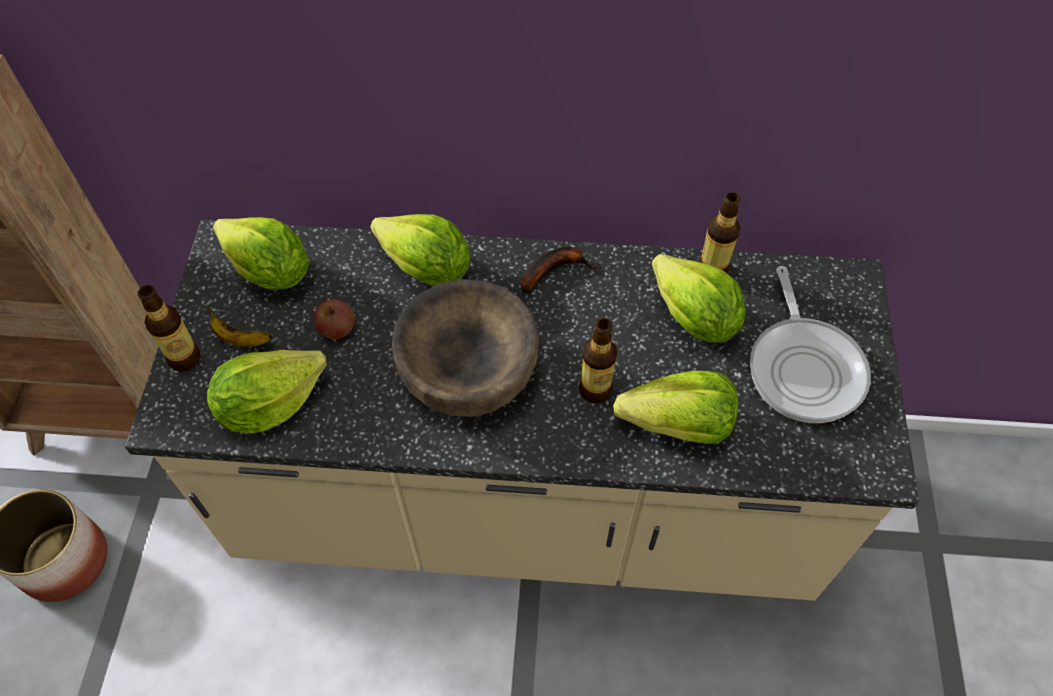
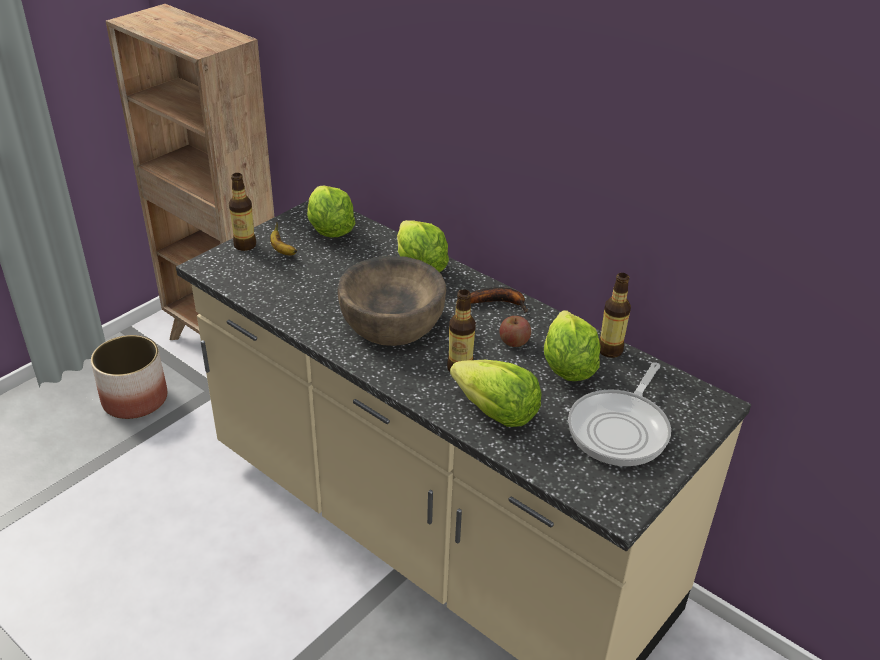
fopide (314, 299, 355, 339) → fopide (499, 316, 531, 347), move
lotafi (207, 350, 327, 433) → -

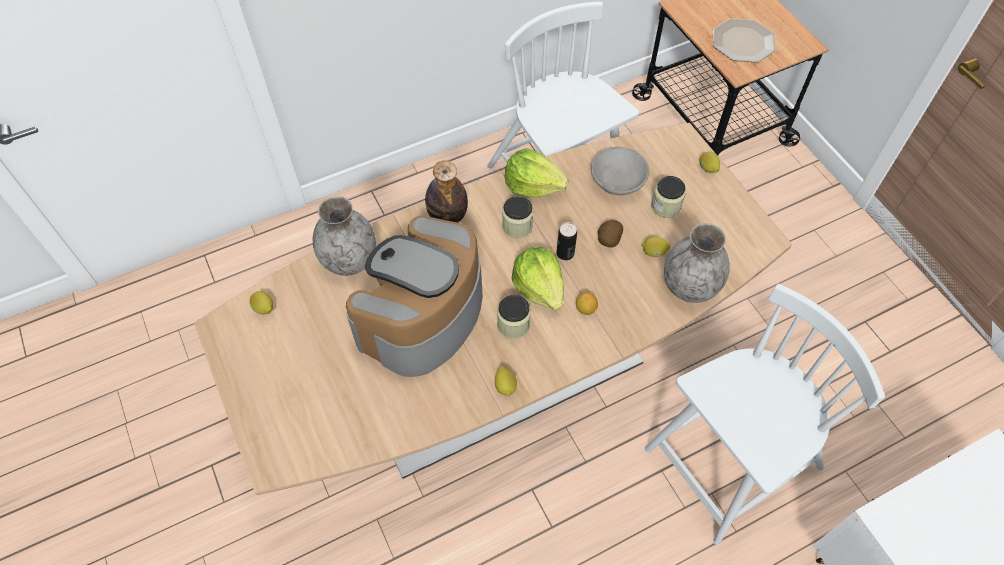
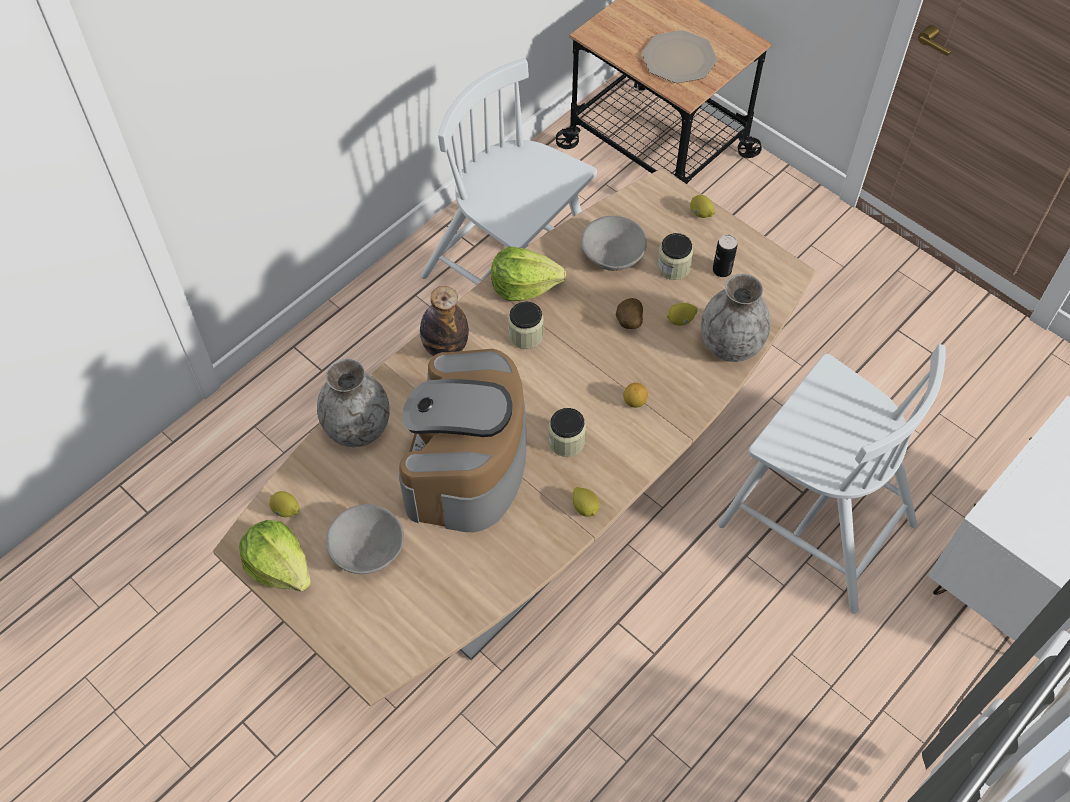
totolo (557, 222, 577, 260) → totolo (713, 235, 737, 277), move
lotafi (512, 247, 564, 311) → lotafi (239, 520, 311, 592), move
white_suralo (645, 284, 885, 545) → white_suralo (718, 344, 946, 614), 90 degrees clockwise
- → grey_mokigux (326, 504, 404, 574)

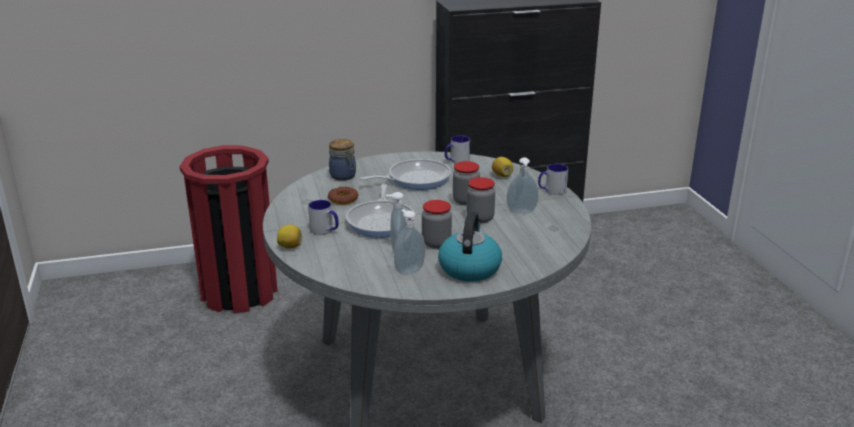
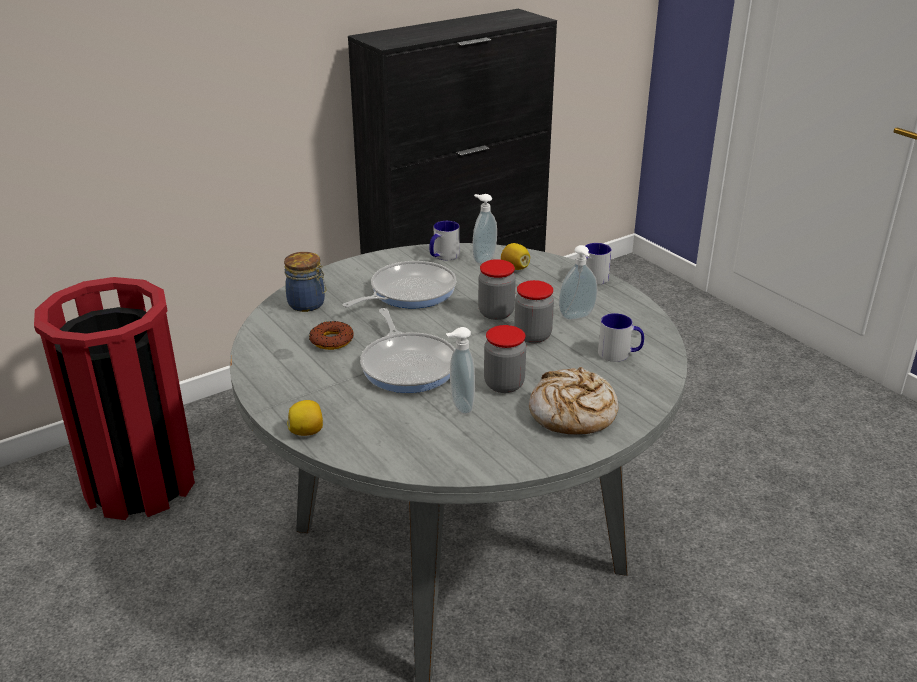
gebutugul (308, 200, 339, 235) → gebutugul (598, 313, 644, 362), move
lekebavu (394, 209, 425, 275) → lekebavu (472, 194, 497, 264), move
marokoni (438, 212, 502, 282) → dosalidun (529, 367, 618, 435)

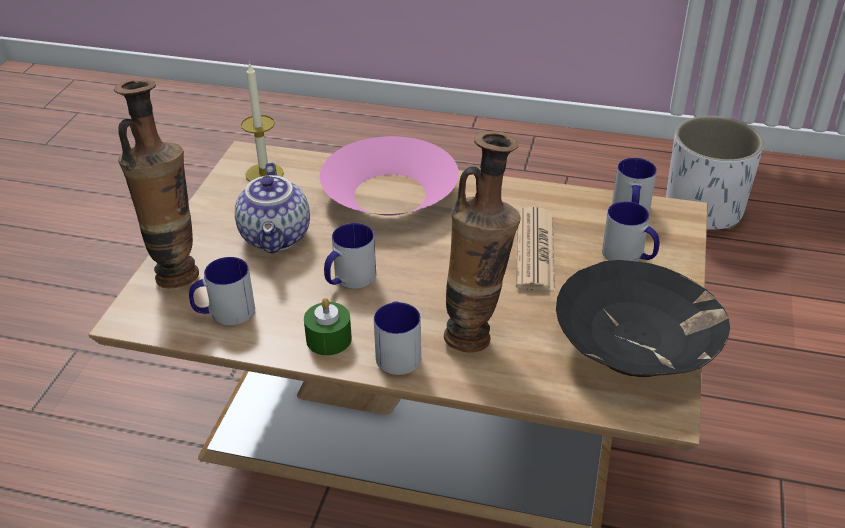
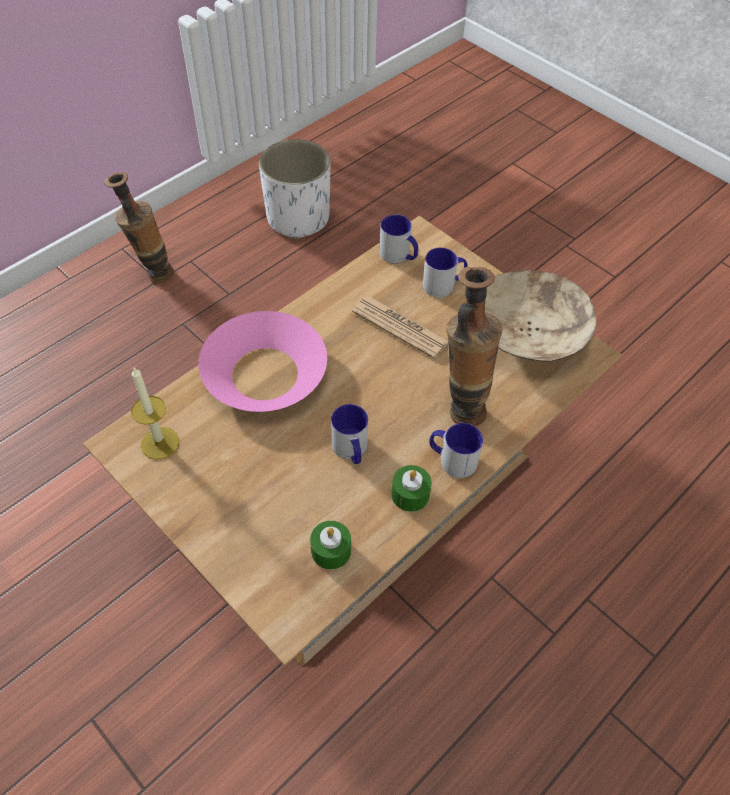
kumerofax (114, 80, 199, 288) → kumerofax (104, 172, 174, 283), move
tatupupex (235, 162, 310, 253) → -
gebutugul (189, 257, 255, 325) → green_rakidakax (310, 521, 351, 570)
black_mokigux (556, 260, 730, 377) → beige_mokigux (485, 270, 596, 362)

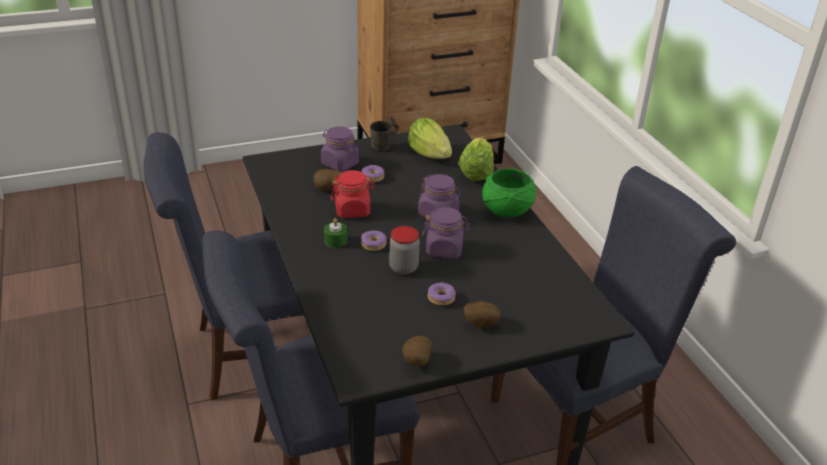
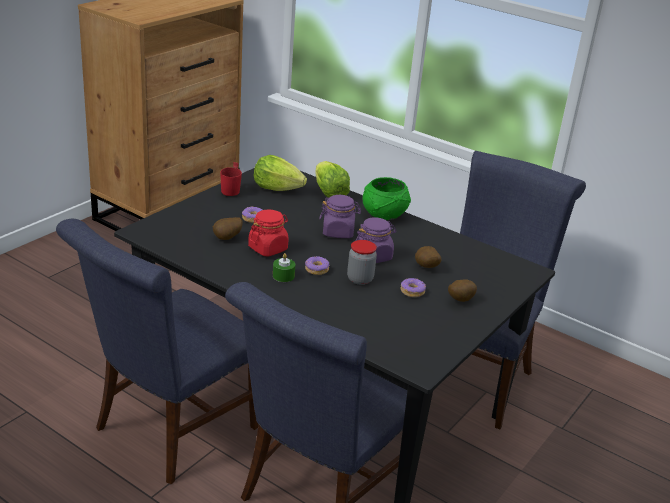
grey_gebutugul (370, 117, 399, 151) → red_gebutugul (220, 162, 242, 196)
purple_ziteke (321, 126, 359, 171) → -
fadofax (402, 336, 432, 366) → fadofax (415, 246, 441, 268), move

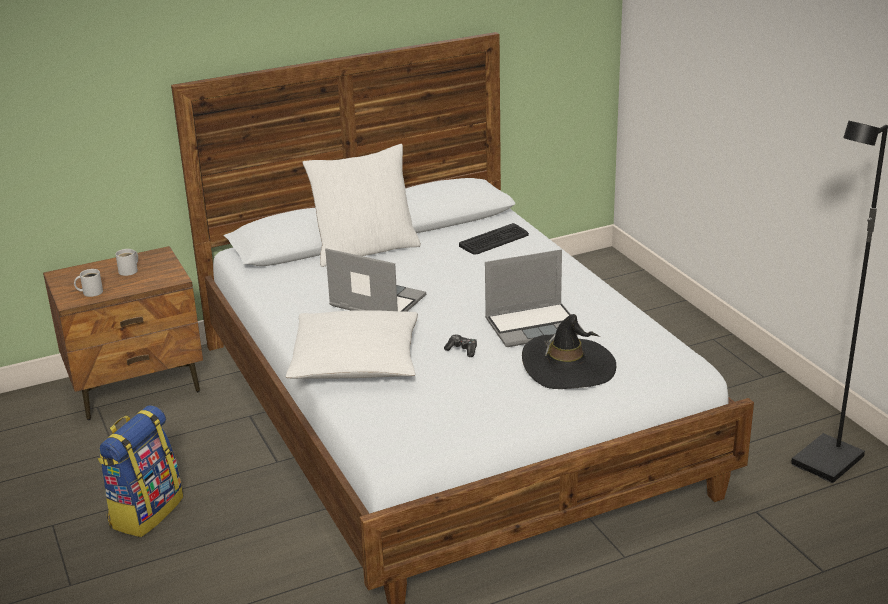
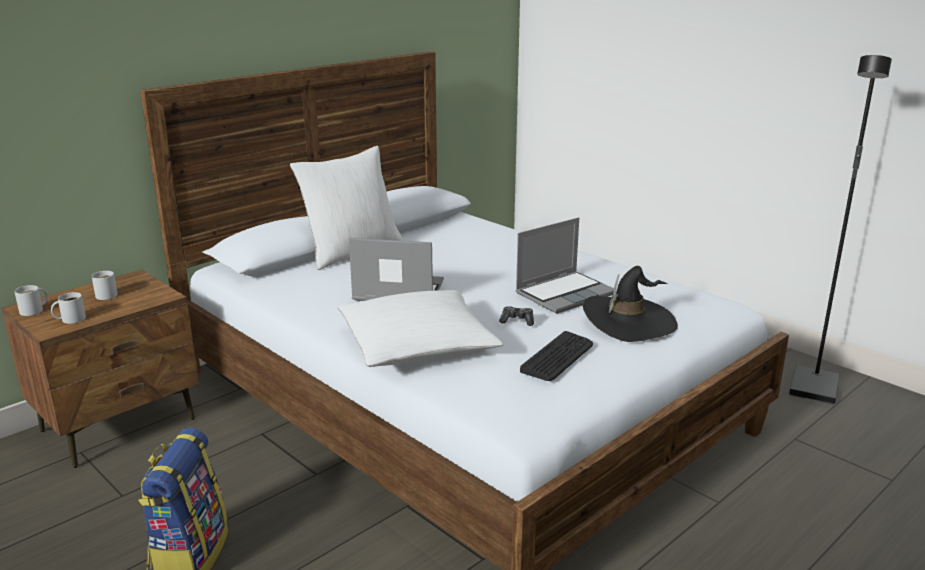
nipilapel (459, 223, 529, 255) → nipilapel (520, 331, 593, 381), move
- → white_gebutugul (14, 285, 48, 316)

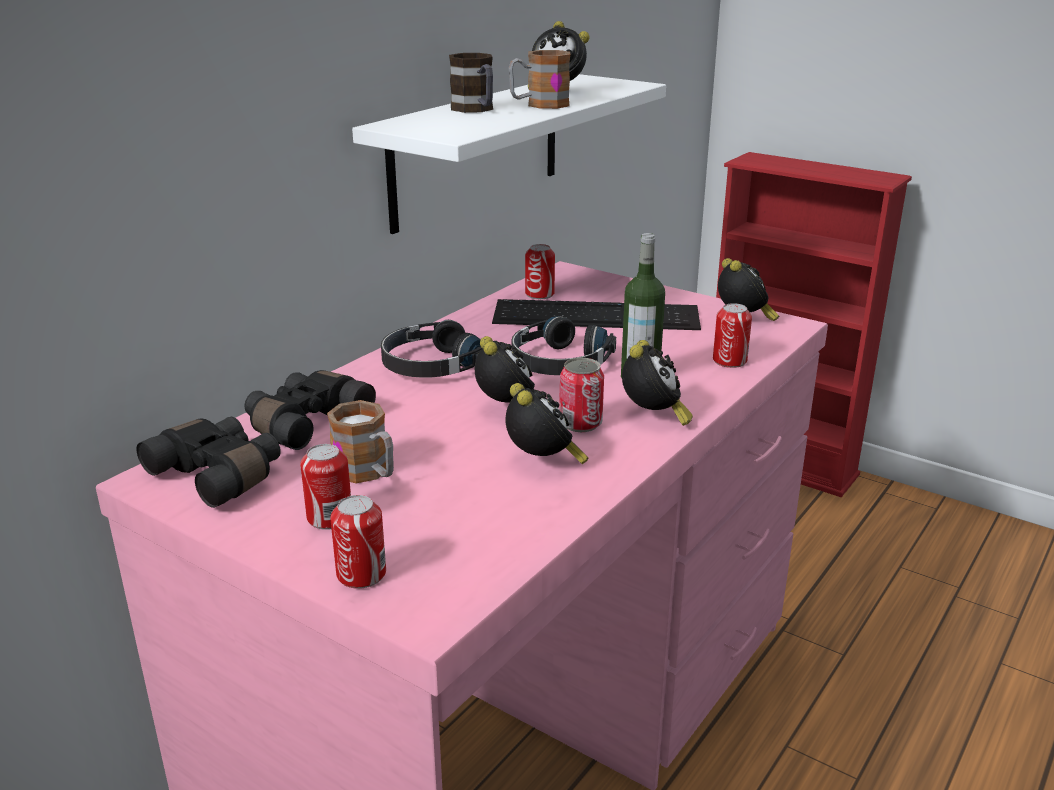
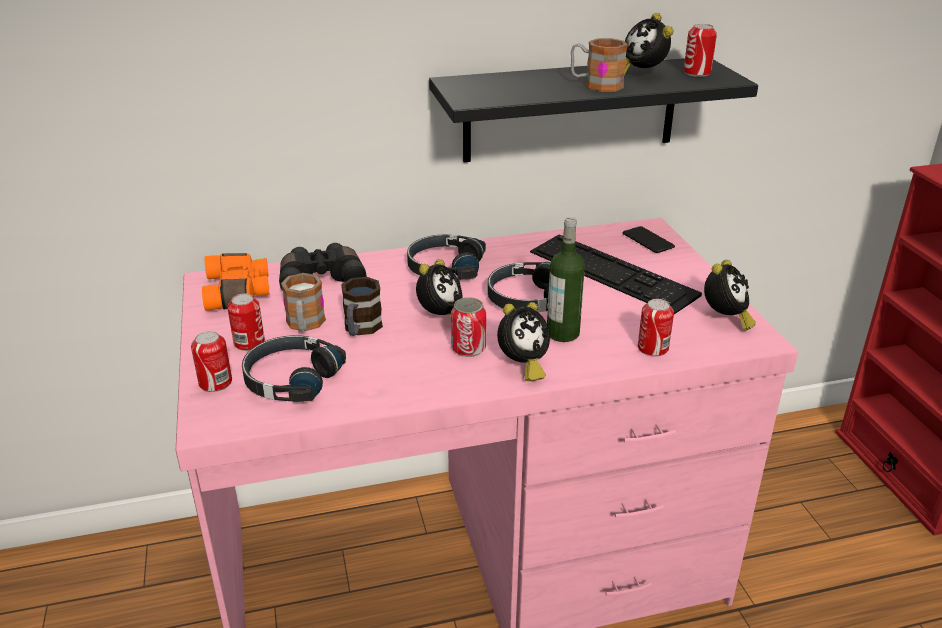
gebutugul (449, 53, 493, 113) → gebutugul (341, 277, 383, 336), move
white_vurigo (352, 74, 666, 234) → black_vurigo (429, 58, 758, 162)
totolo (525, 244, 555, 299) → totolo (684, 24, 717, 77), move
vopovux (505, 383, 589, 464) → -
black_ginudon (137, 417, 281, 508) → orange_ginudon (202, 253, 270, 311)
- → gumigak (623, 226, 675, 253)
- → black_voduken (242, 335, 346, 402)

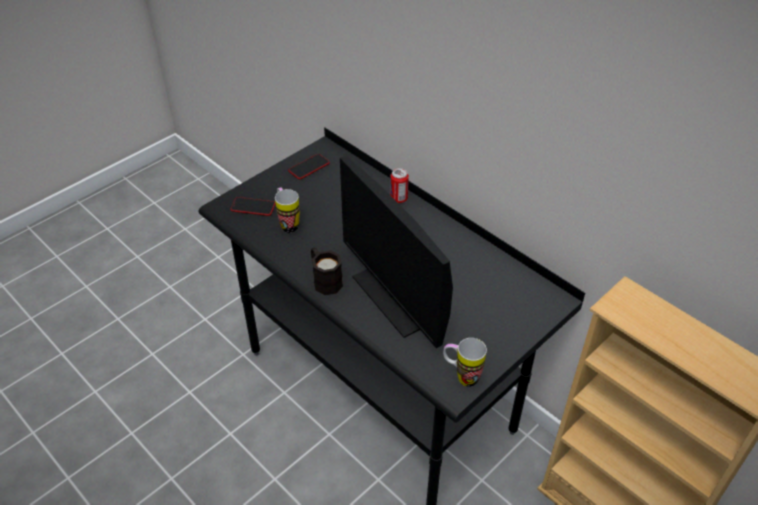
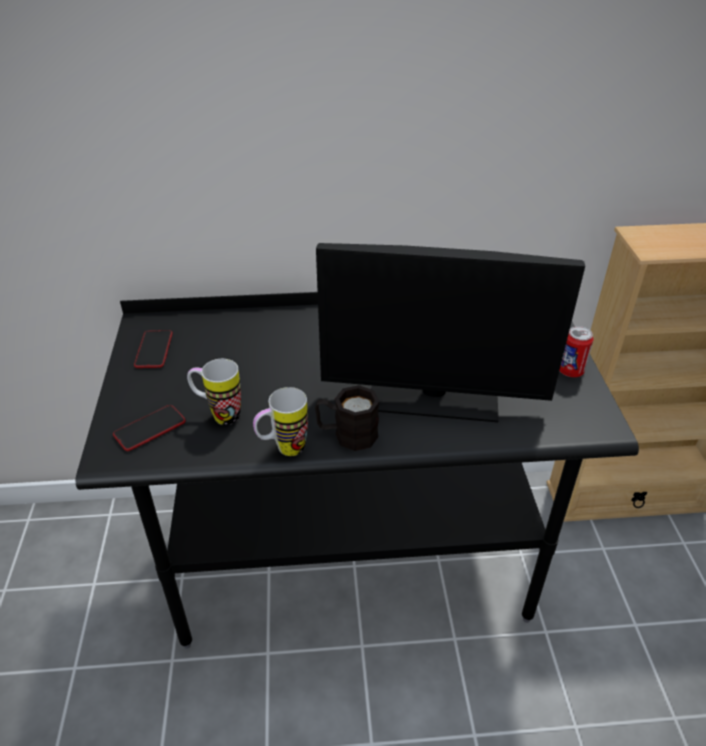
totolo (390, 168, 409, 203) → totolo (559, 326, 594, 377), move
gebutugul (443, 338, 487, 387) → gebutugul (253, 387, 308, 456), move

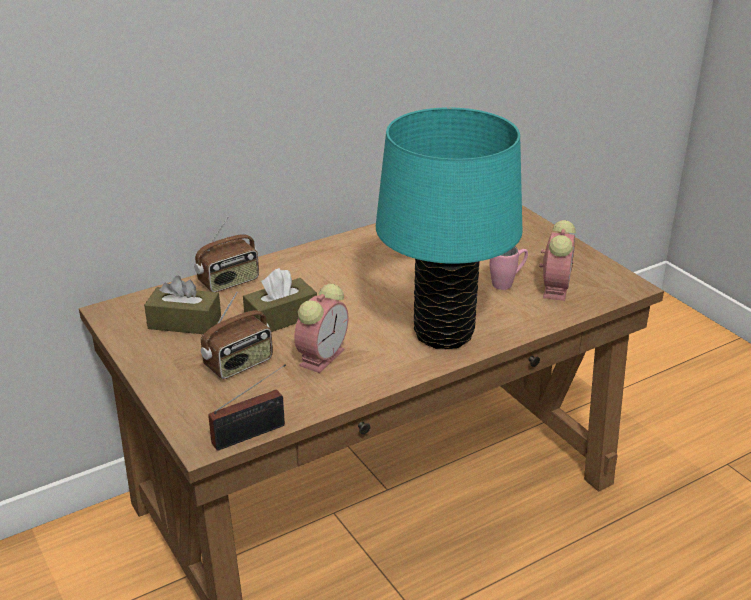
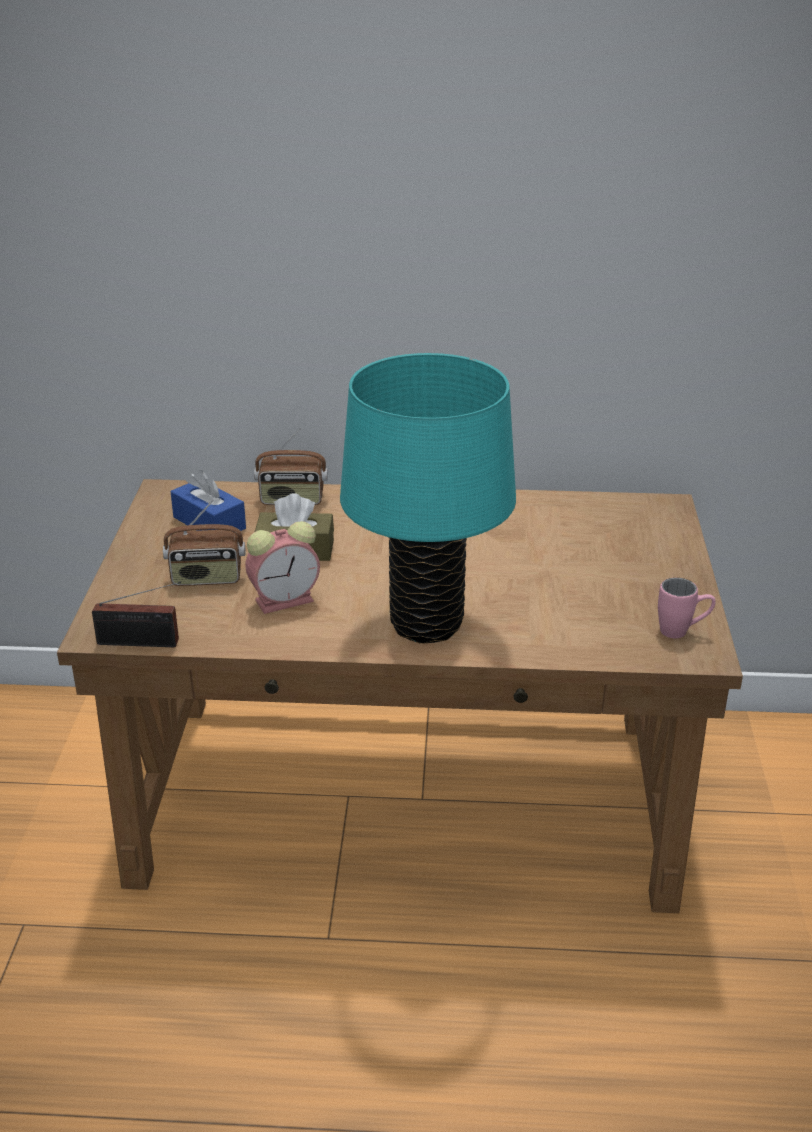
vopovux (539, 220, 576, 301) → -
pink_gebutugul (490, 247, 528, 290) → pink_gebutugul (658, 578, 716, 638), move
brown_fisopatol (144, 276, 221, 334) → blue_fisopatol (171, 470, 246, 531)

